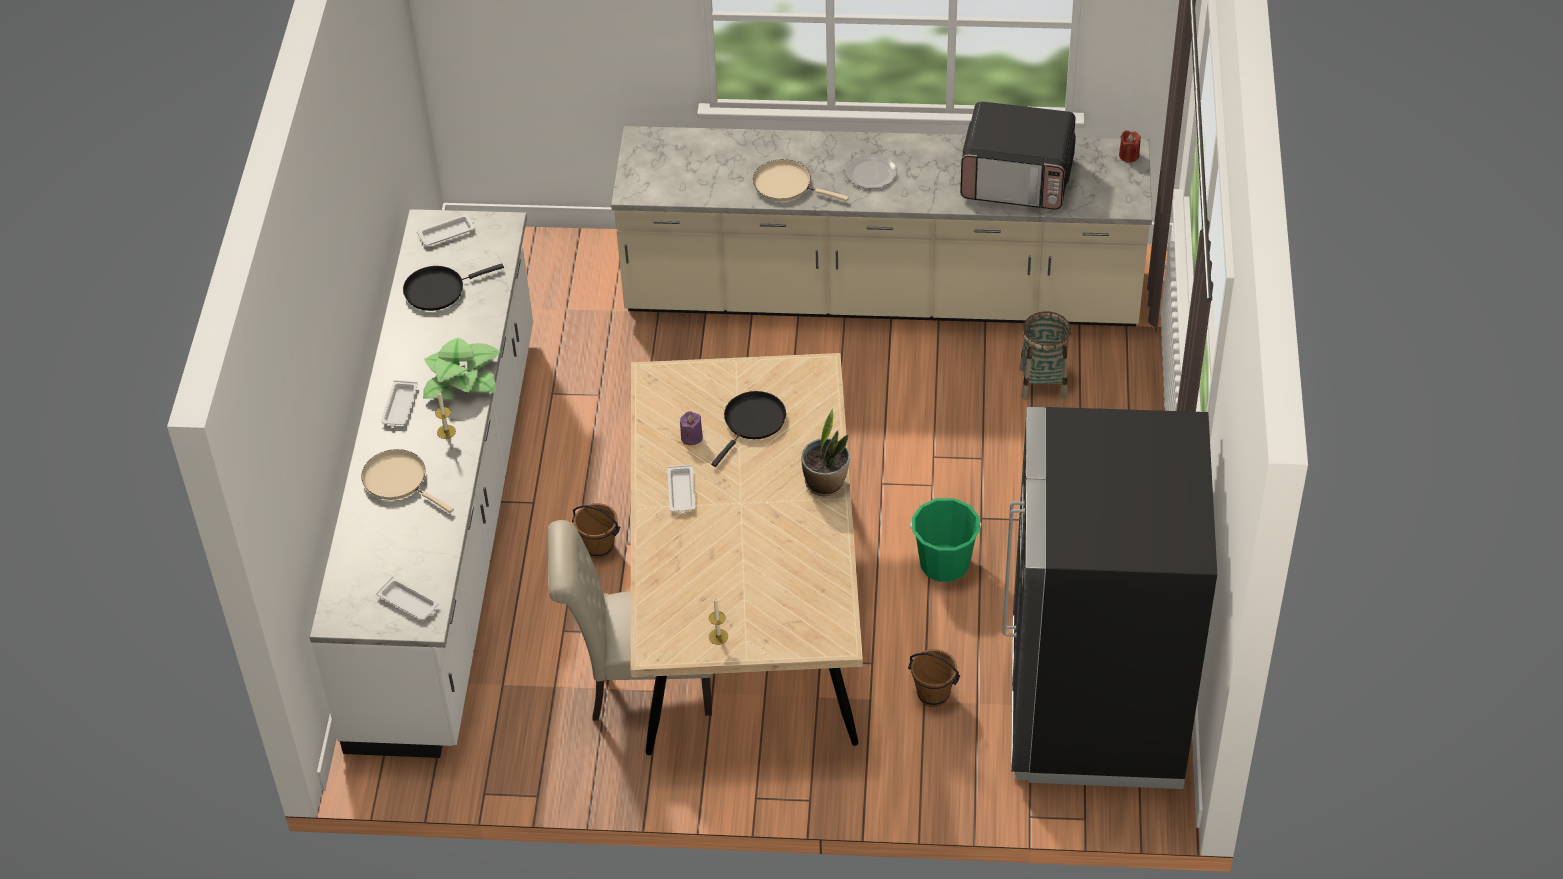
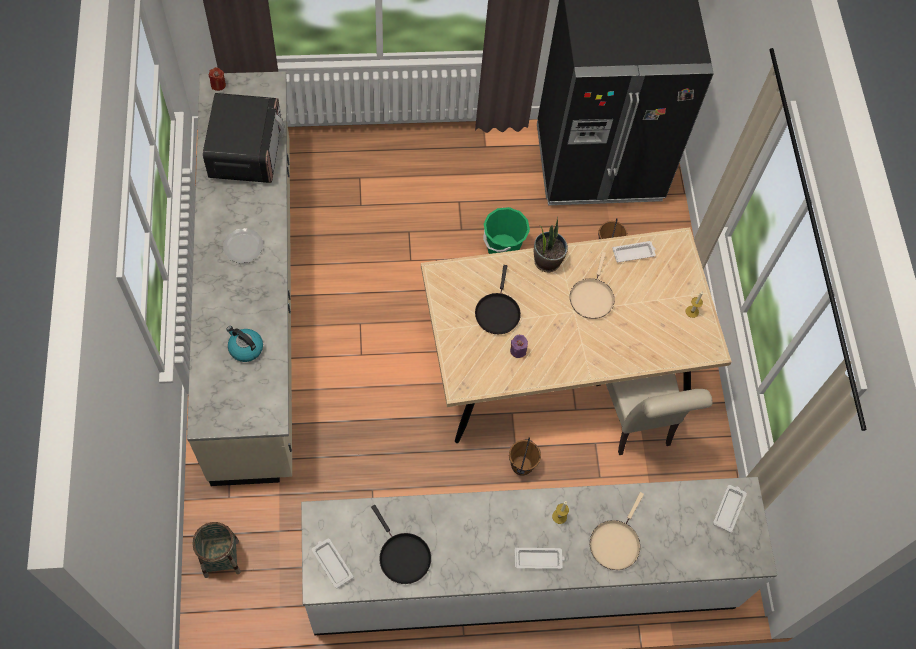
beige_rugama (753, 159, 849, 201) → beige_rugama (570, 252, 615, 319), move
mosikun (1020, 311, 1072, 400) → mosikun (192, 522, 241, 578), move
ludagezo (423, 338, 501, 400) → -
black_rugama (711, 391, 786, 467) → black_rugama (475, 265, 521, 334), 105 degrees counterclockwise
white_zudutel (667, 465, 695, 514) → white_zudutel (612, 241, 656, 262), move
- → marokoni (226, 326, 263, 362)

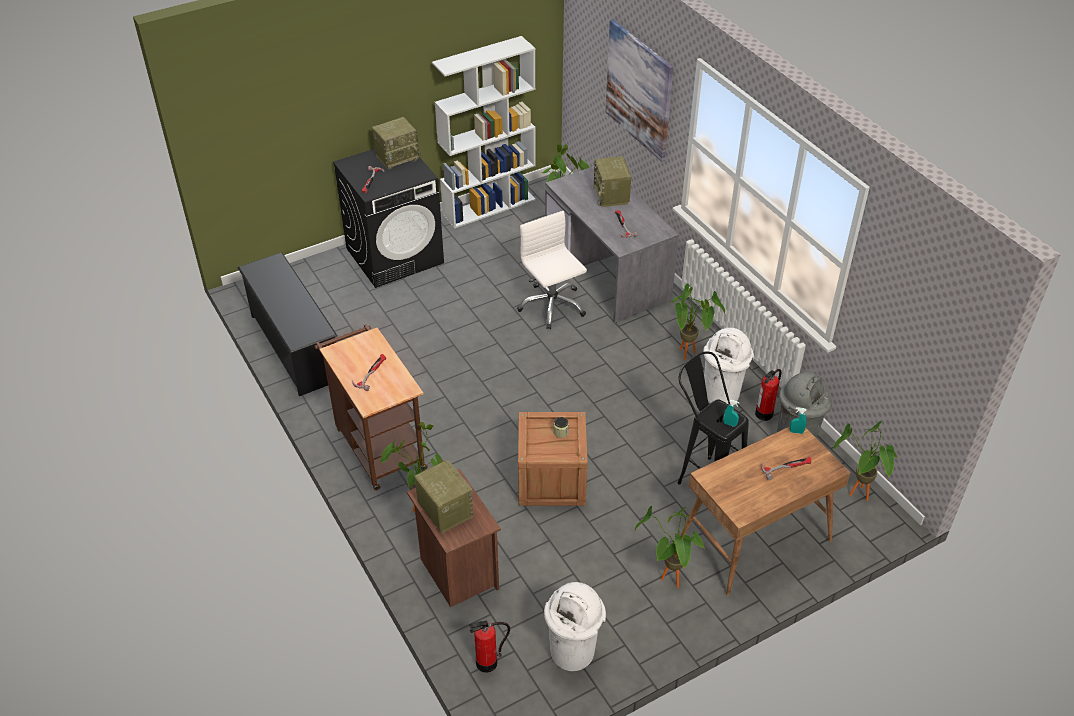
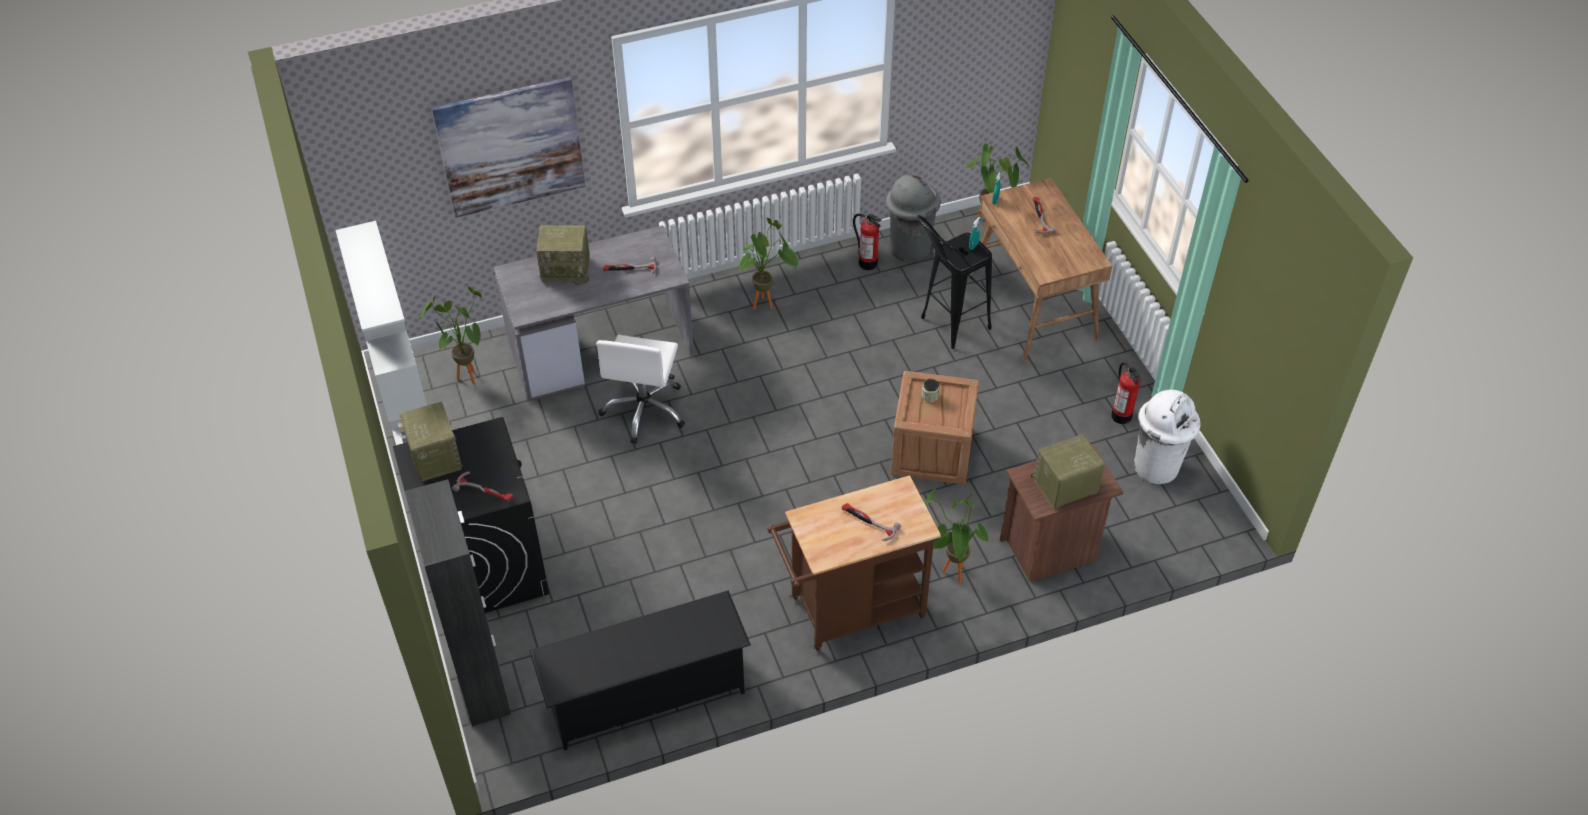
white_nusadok (517, 211, 587, 329) → white_nusadok (596, 335, 685, 444), 60 degrees counterclockwise
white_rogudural (703, 328, 754, 405) → -
ludagezo (634, 506, 704, 588) → -
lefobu (469, 621, 510, 673) → lefobu (1111, 362, 1141, 424), move
- → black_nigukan (405, 479, 511, 726)

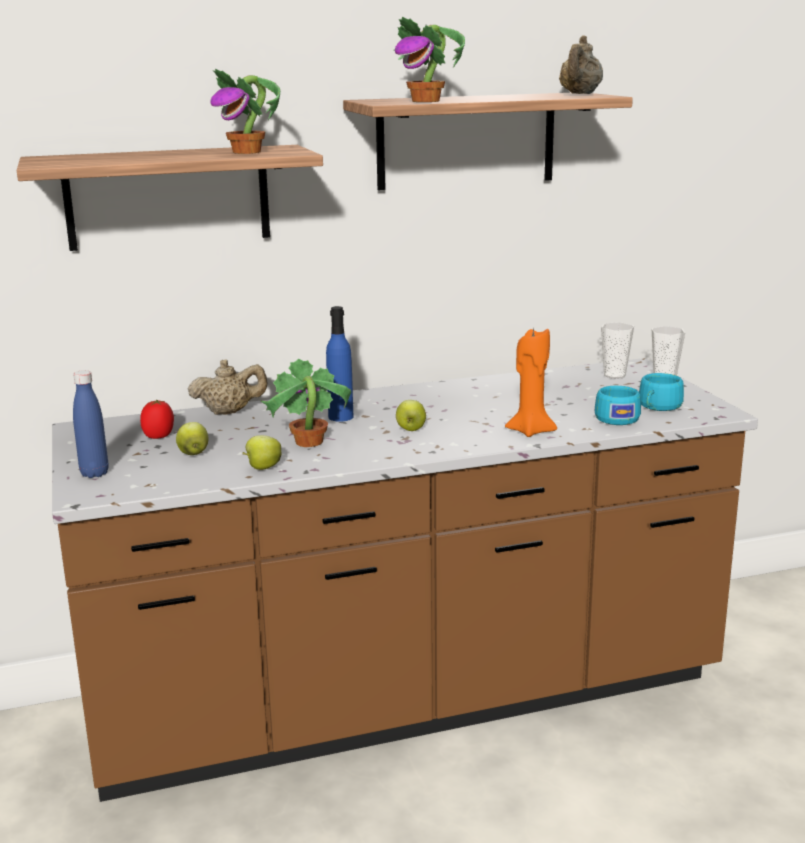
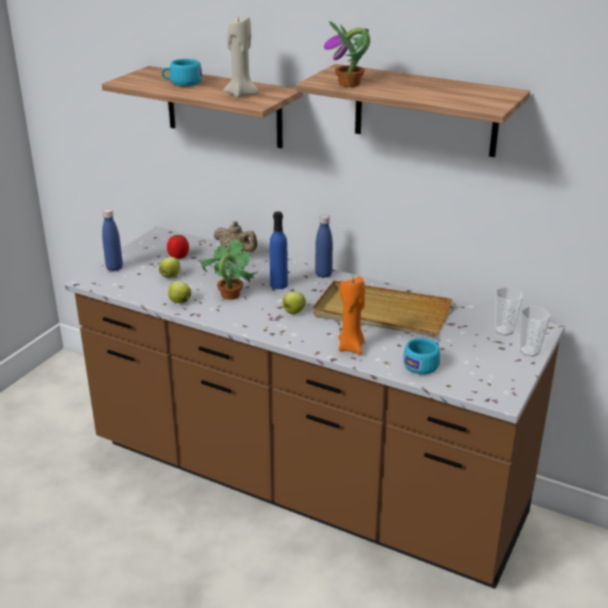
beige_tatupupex (559, 35, 603, 94) → -
ludagezo (210, 68, 280, 154) → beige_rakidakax (223, 16, 259, 98)
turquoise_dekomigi (639, 373, 684, 411) → turquoise_dekomigi (161, 59, 202, 86), move
- → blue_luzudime (315, 215, 333, 278)
- → beige_zudutel (313, 281, 452, 337)

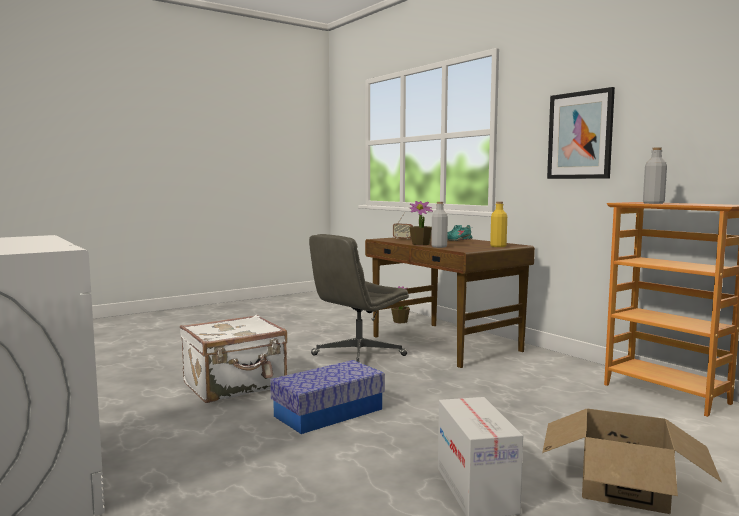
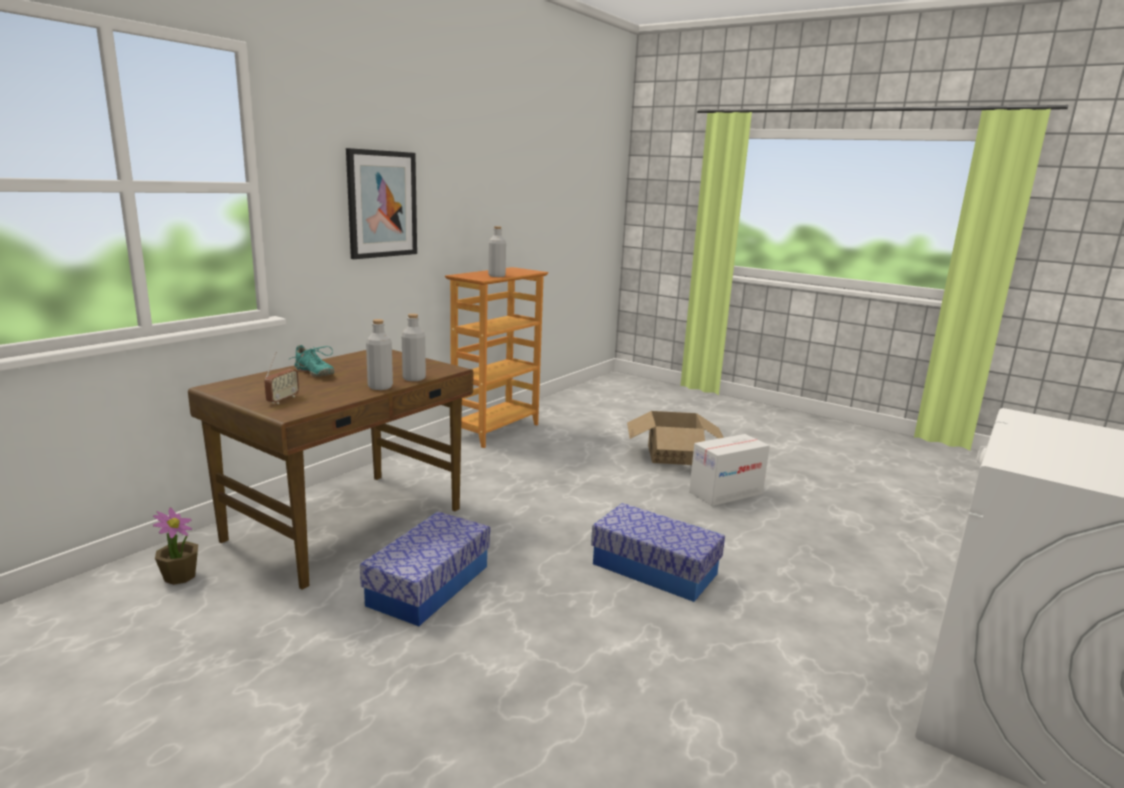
ludagezo (409, 201, 433, 245) → grey_luzudime (366, 319, 393, 390)
yellow_luzudime (490, 202, 507, 247) → -
grey_nusadok (309, 234, 409, 363) → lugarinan (360, 512, 490, 626)
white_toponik (180, 315, 287, 403) → -

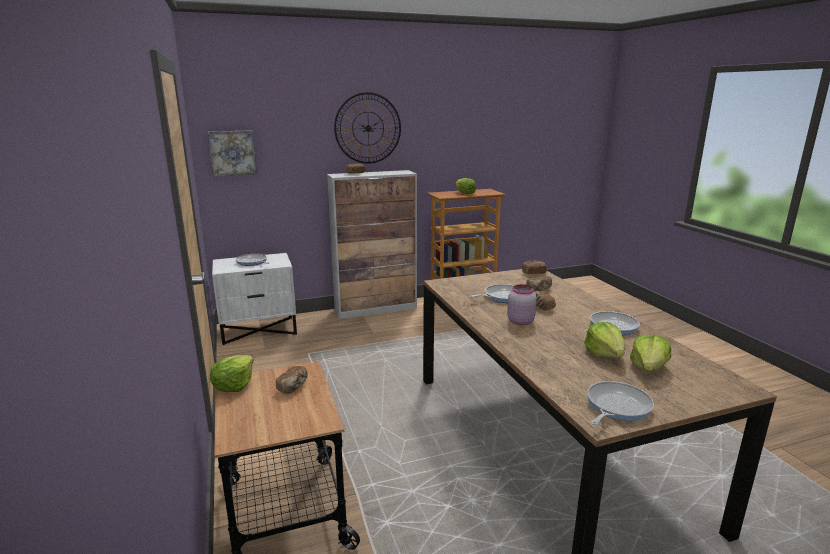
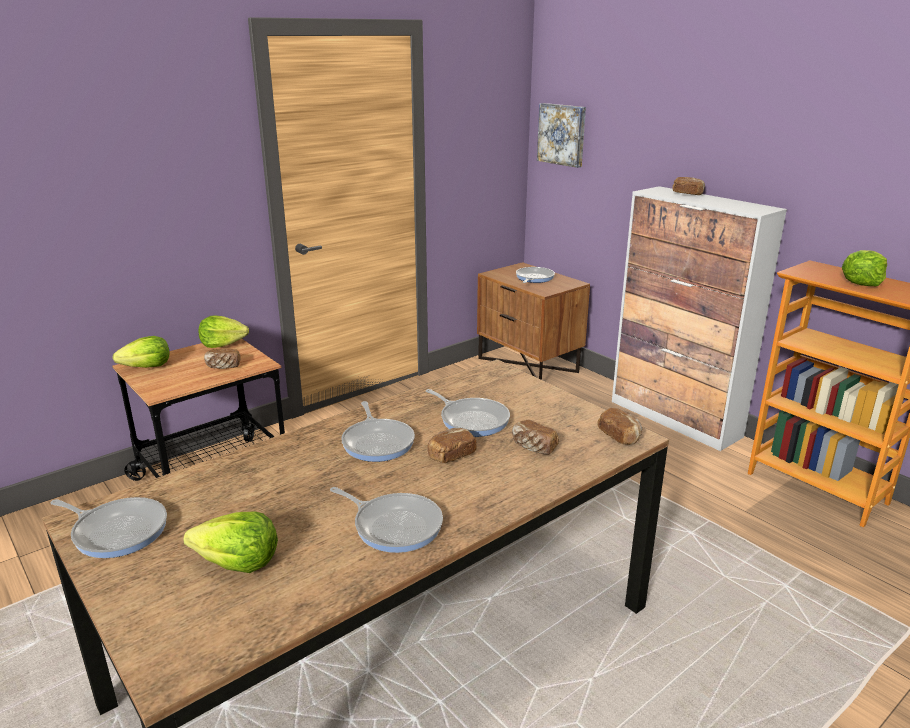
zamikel (334, 92, 401, 164) → -
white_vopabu (212, 253, 297, 345) → brown_vopabu (477, 262, 590, 380)
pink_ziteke (507, 284, 537, 325) → rugama (341, 401, 415, 462)
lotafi (584, 322, 625, 358) → lotafi (113, 336, 169, 368), move

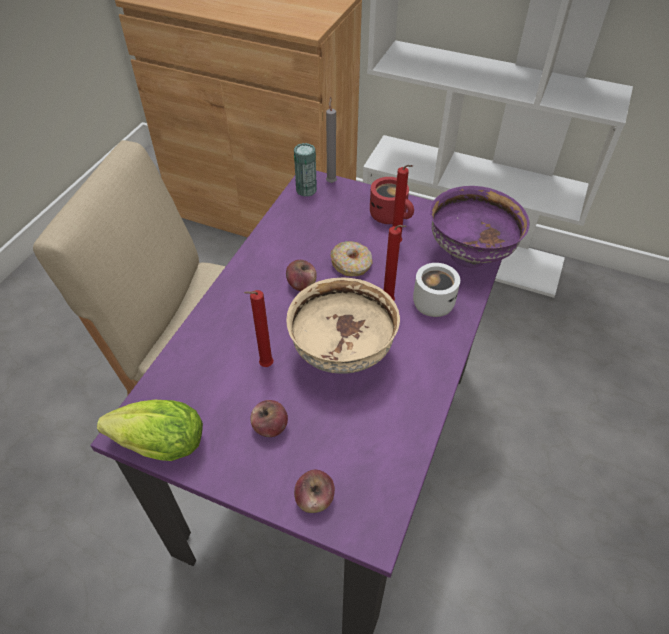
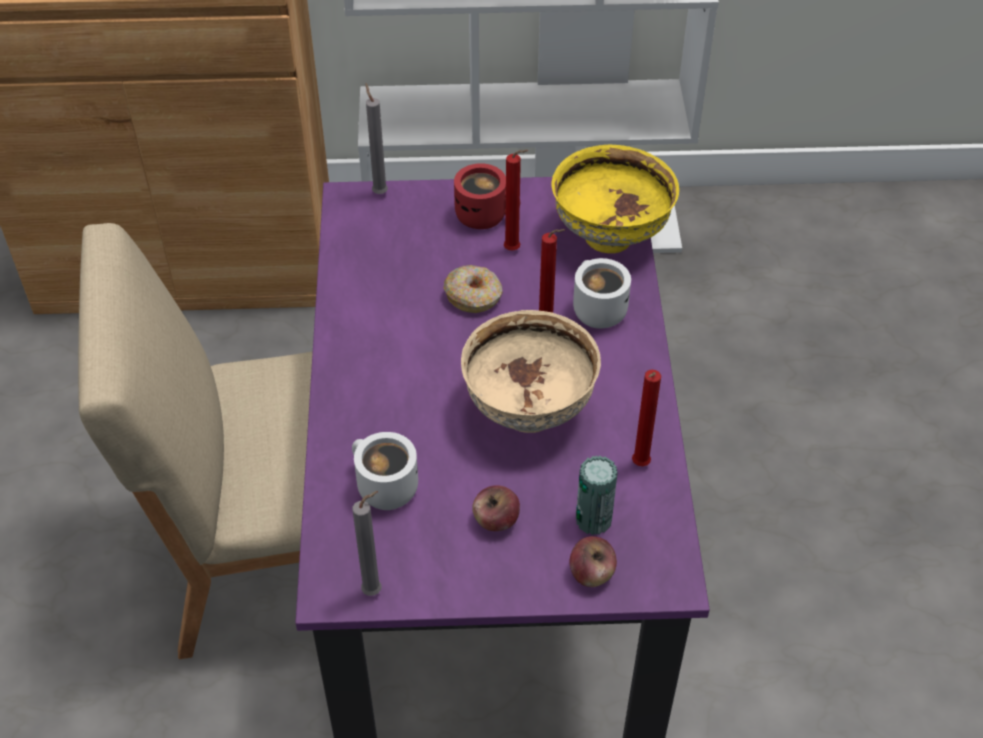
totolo (294, 143, 317, 197) → totolo (576, 455, 618, 535), move
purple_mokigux (430, 186, 530, 268) → yellow_mokigux (551, 144, 679, 253)
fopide (286, 260, 317, 291) → -
red_rakidakax (244, 290, 274, 367) → red_rakidakax (632, 370, 661, 466), move
lotafi (97, 400, 203, 461) → grey_rakidakax (353, 491, 381, 596)
- → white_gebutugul (352, 432, 418, 510)

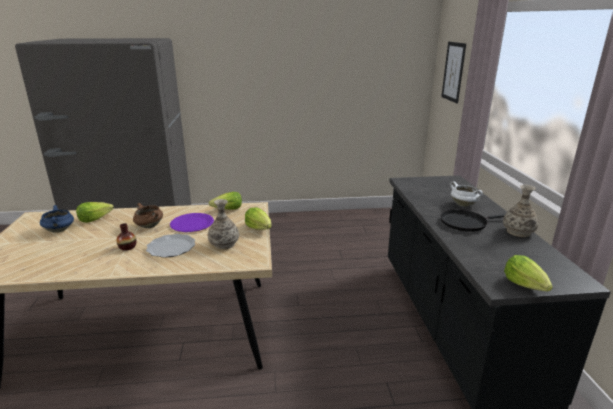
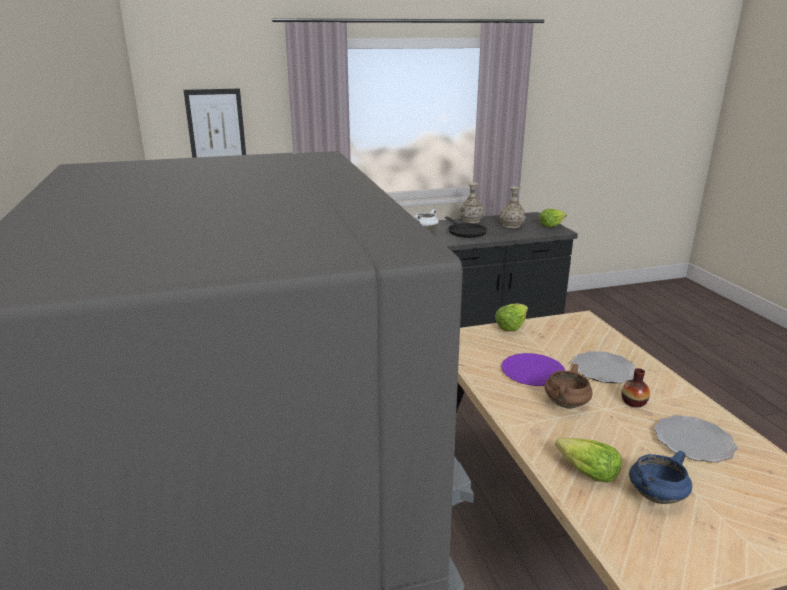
lotafi (209, 192, 242, 209) → -
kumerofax (208, 199, 239, 249) → kumerofax (500, 186, 526, 228), move
- → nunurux (654, 415, 738, 463)

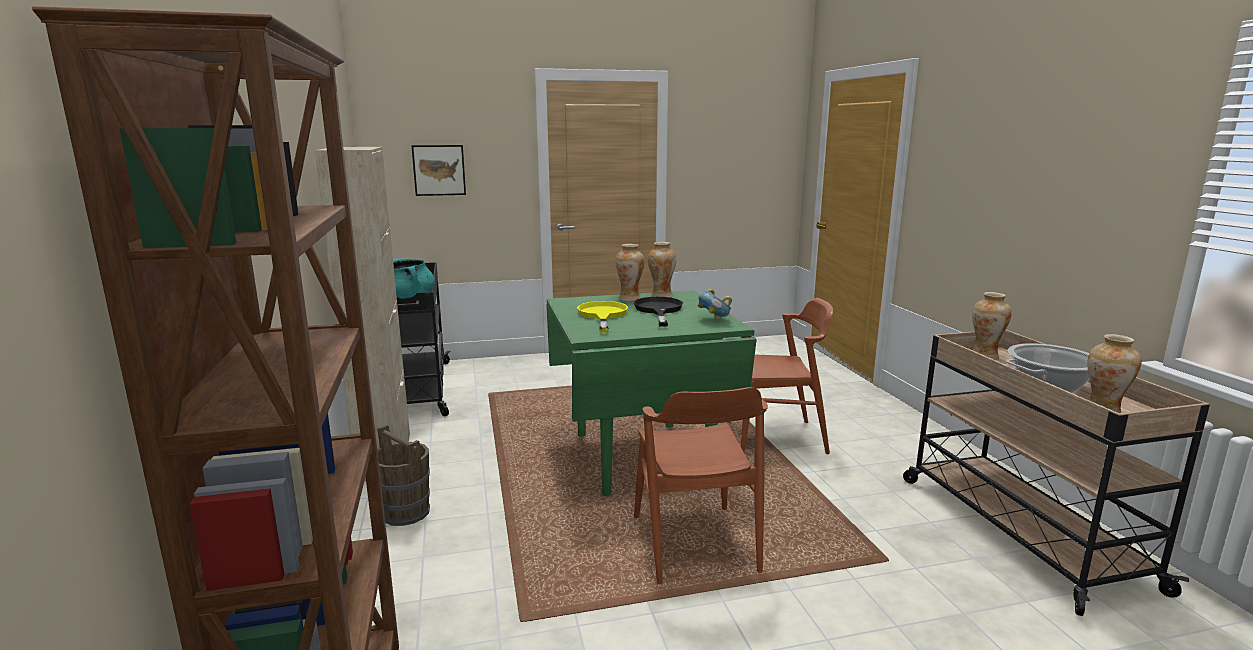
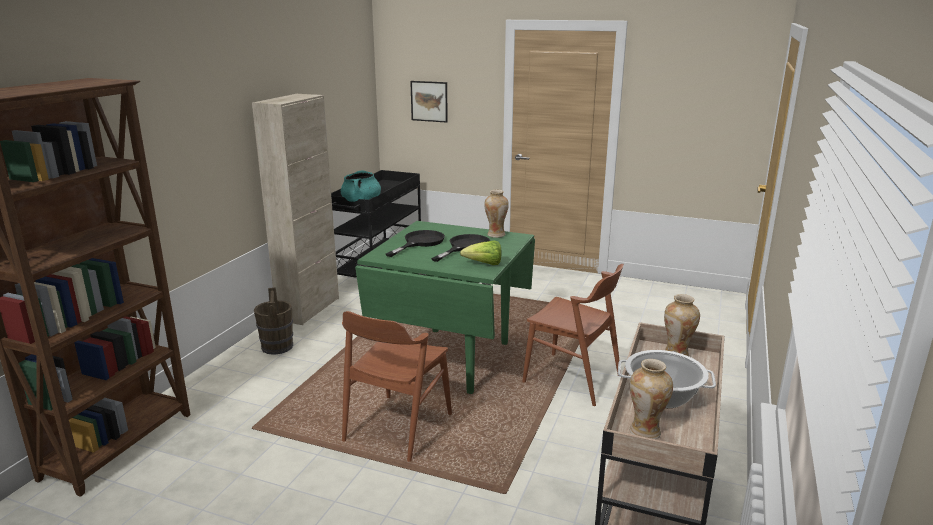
kumerofax (615, 244, 645, 301) → -
mokigux (698, 289, 732, 320) → lotafi (460, 240, 501, 265)
yellow_rugama (577, 301, 628, 333) → black_rugama (386, 230, 445, 257)

